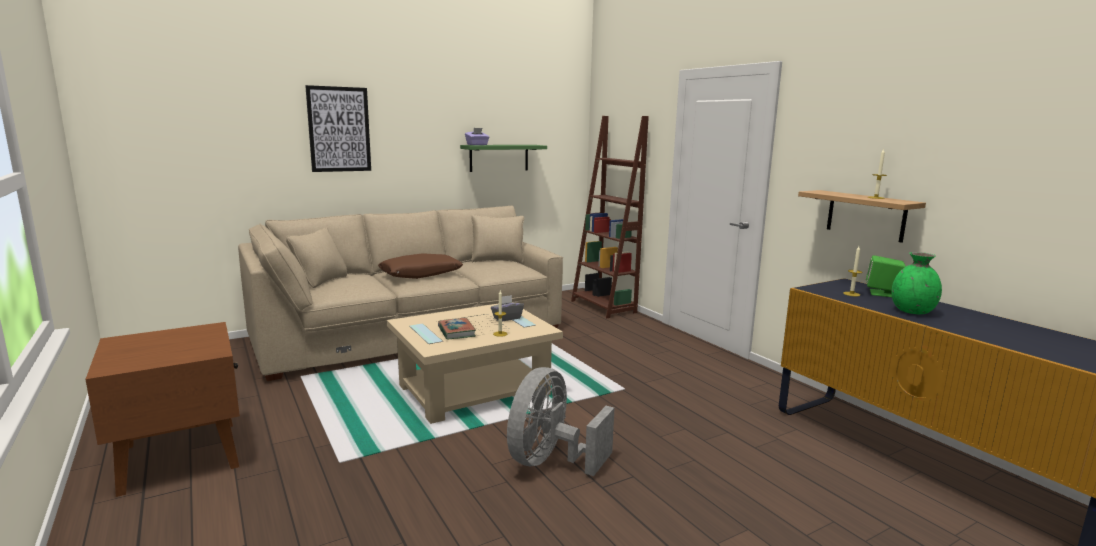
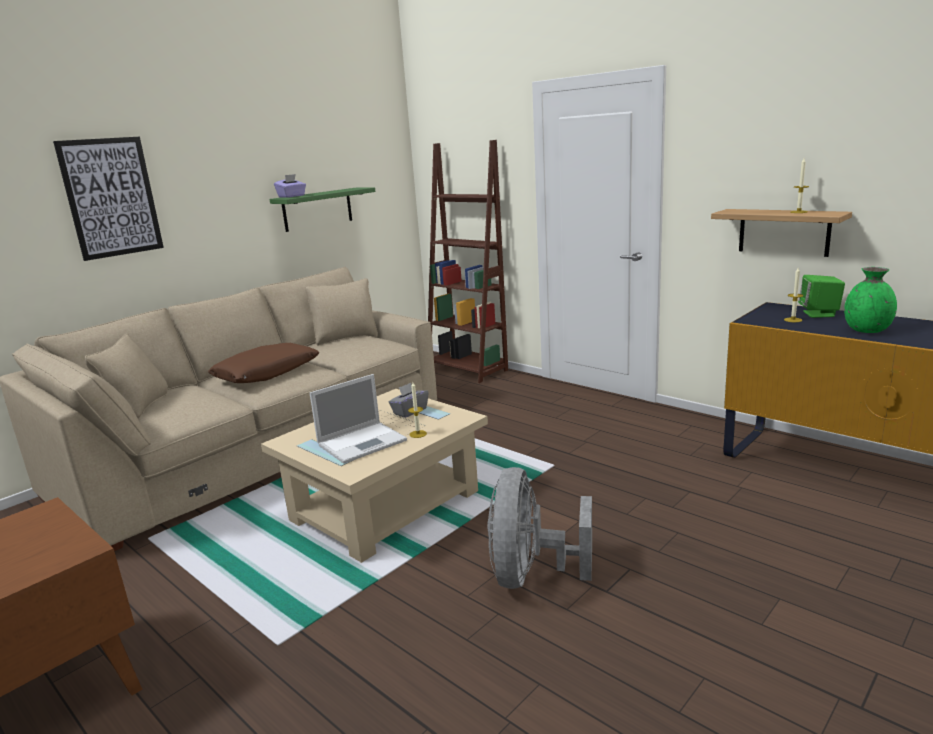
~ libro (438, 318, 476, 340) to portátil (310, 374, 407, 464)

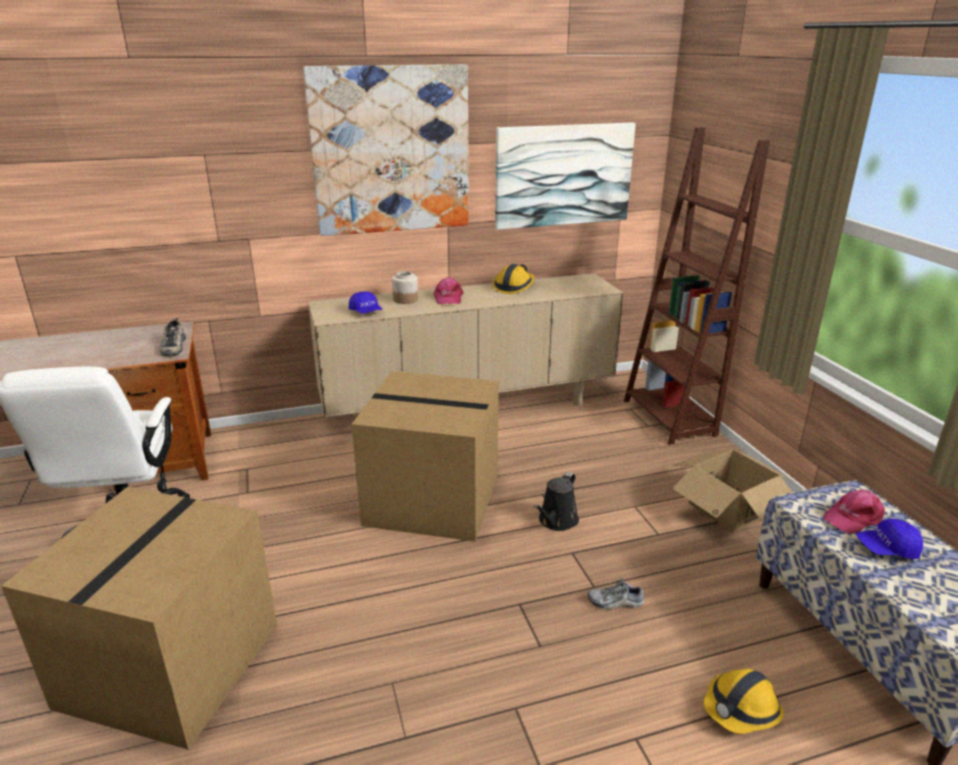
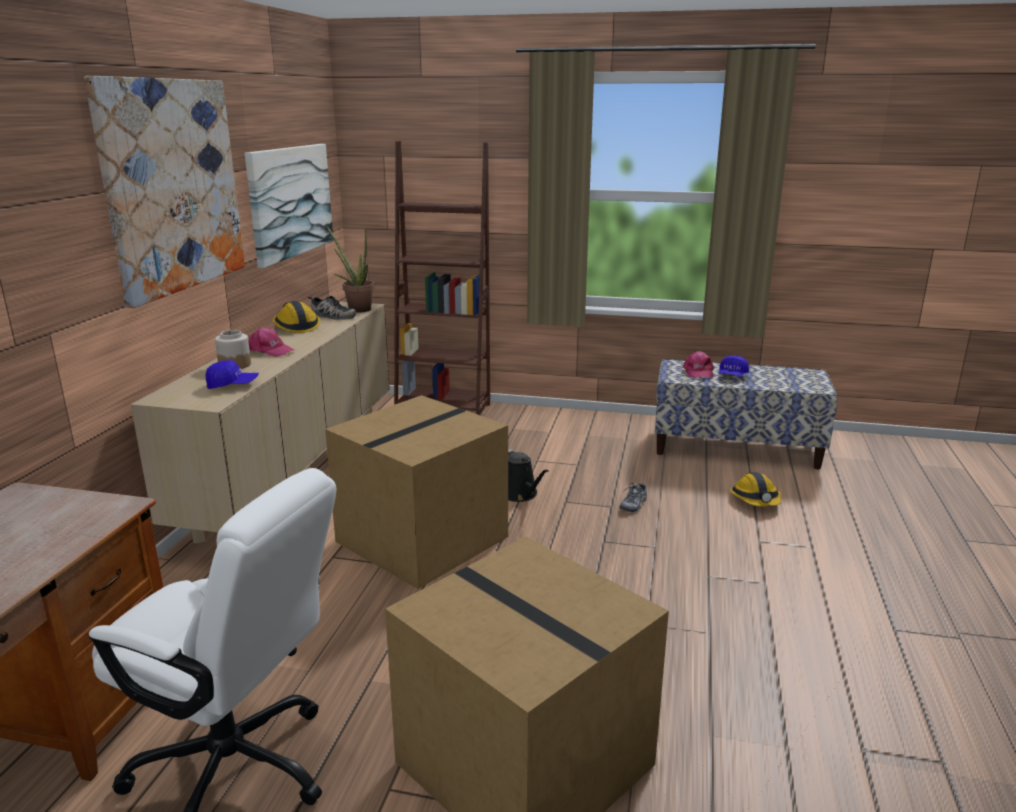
~ zapato (160, 318, 186, 357) to (308, 296, 356, 320)
+ planta en maceta (326, 225, 374, 313)
- caja de cartón (672, 449, 794, 533)

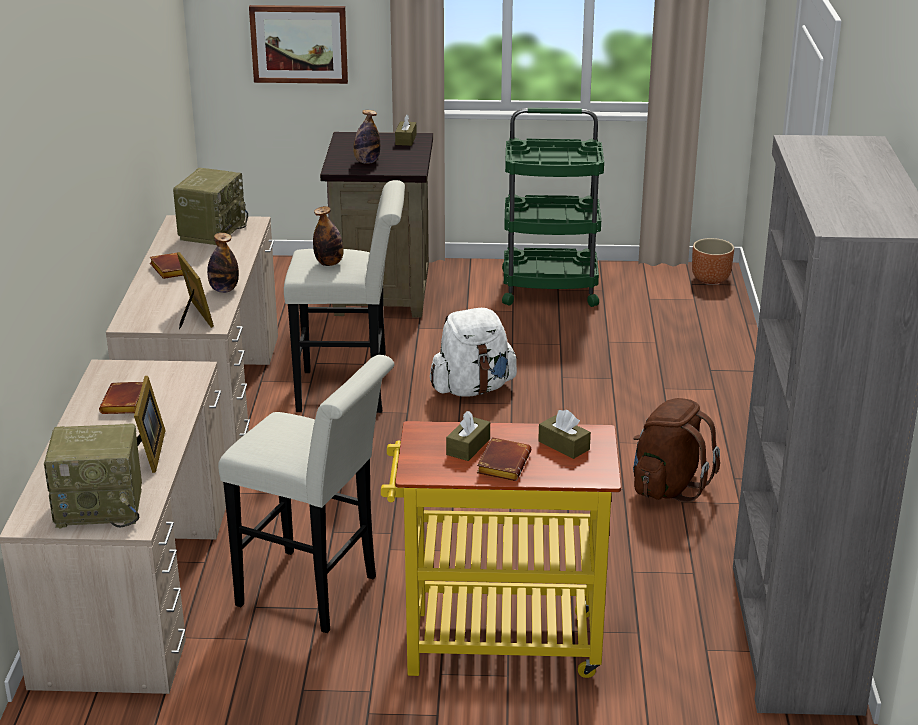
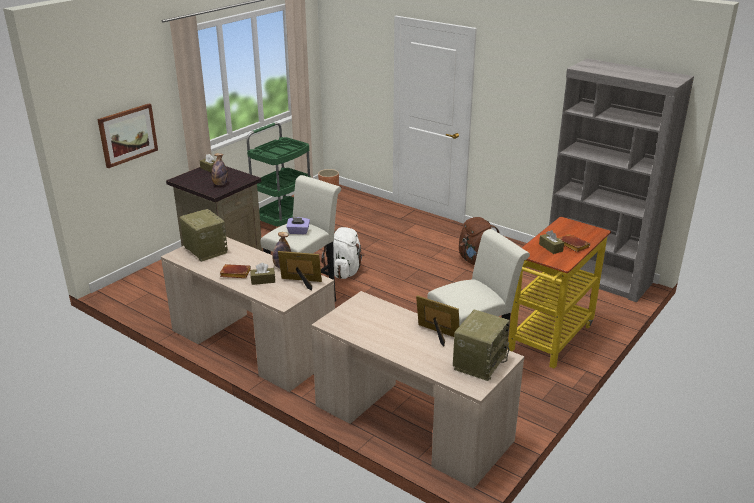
~ caja de pañuelos (marrón) (538, 410, 591, 459) to (250, 263, 275, 285)
~ botella (313, 206, 344, 266) to caja de pañuelos (morado) (286, 217, 310, 234)
- libro (marrón) (99, 382, 143, 414)

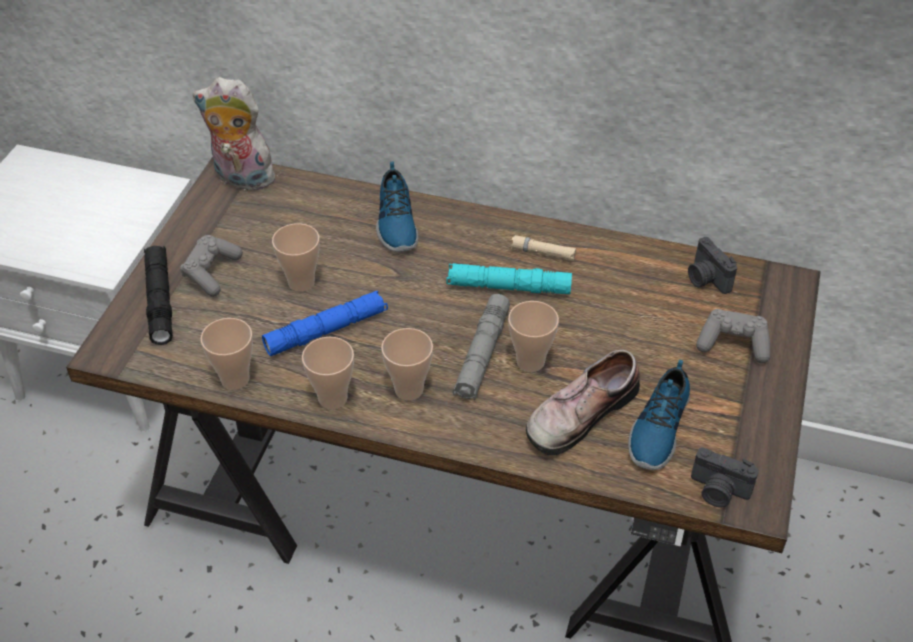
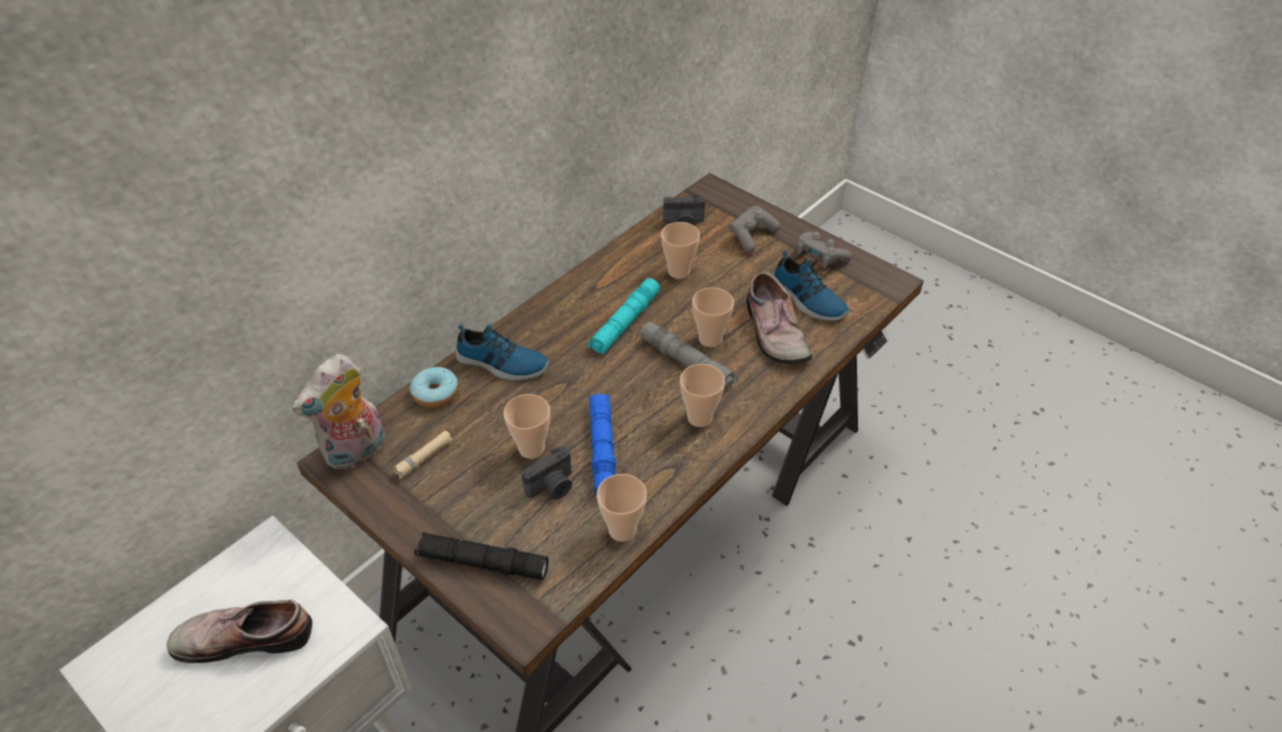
+ zapato (167, 599, 312, 663)
~ linterna (beis) (511, 235, 576, 261) to (393, 430, 453, 479)
+ rosquilla (410, 367, 459, 408)
~ cámara (691, 447, 759, 507) to (521, 446, 572, 500)
~ taza (302, 337, 354, 409) to (661, 222, 700, 279)
~ mando de consola (gris) (180, 235, 243, 297) to (797, 232, 852, 268)

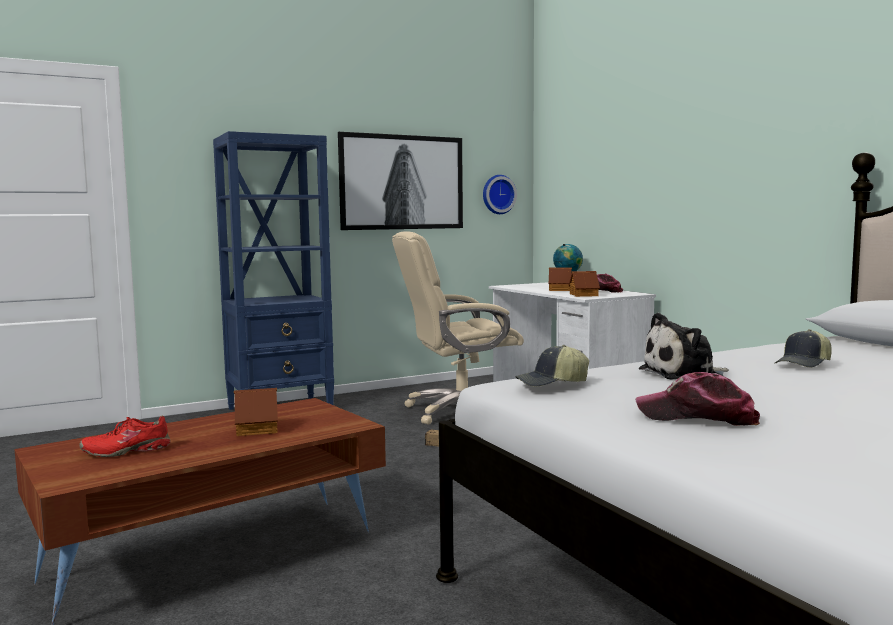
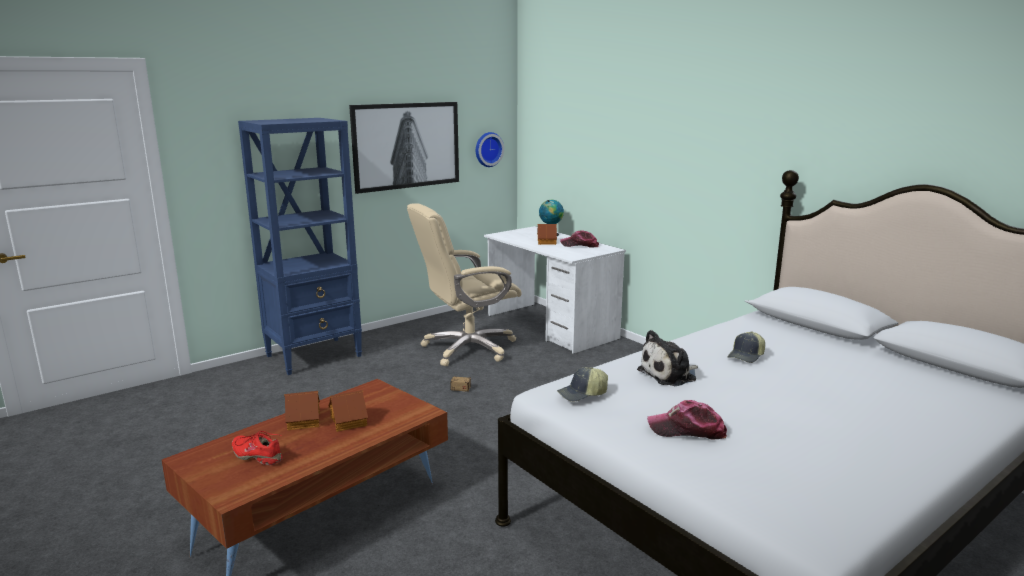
~ zapato (rojo) (79, 415, 170, 457) = (232, 431, 283, 465) 60 degrees clockwise
~ casita (568, 271, 600, 297) to (284, 391, 320, 430)

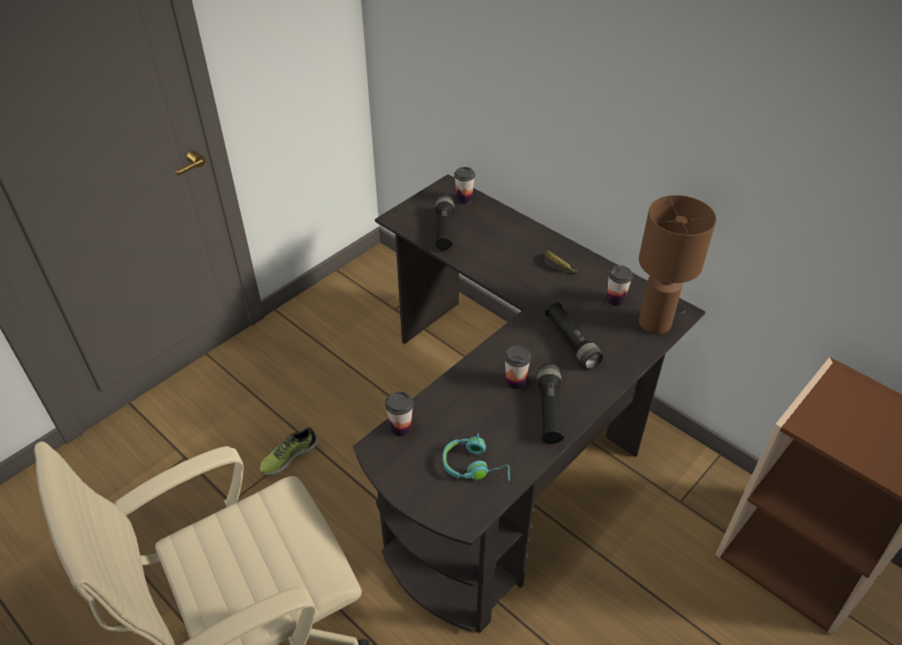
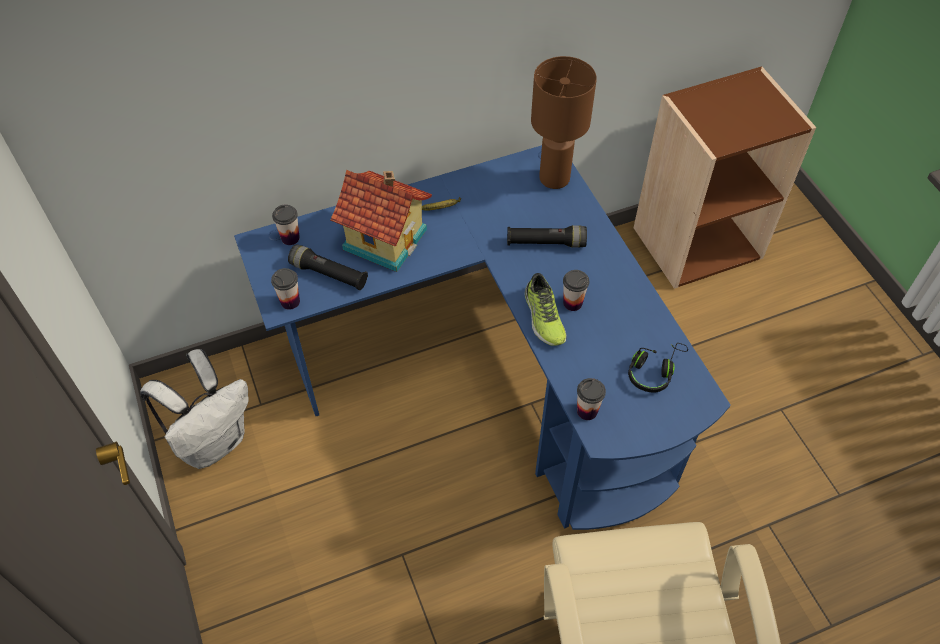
+ mochila (blanco) (140, 349, 249, 469)
~ escritorio (negro) (353, 174, 705, 634) to escritorio (azul) (234, 145, 730, 530)
~ taza (607, 265, 633, 306) to (271, 268, 300, 310)
+ casita (330, 170, 432, 272)
~ zapato (260, 427, 318, 475) to (525, 273, 567, 346)
~ auriculares (turquesa) (443, 433, 510, 481) to auriculares (negro) (628, 343, 688, 393)
- linterna (negro) (537, 363, 564, 444)

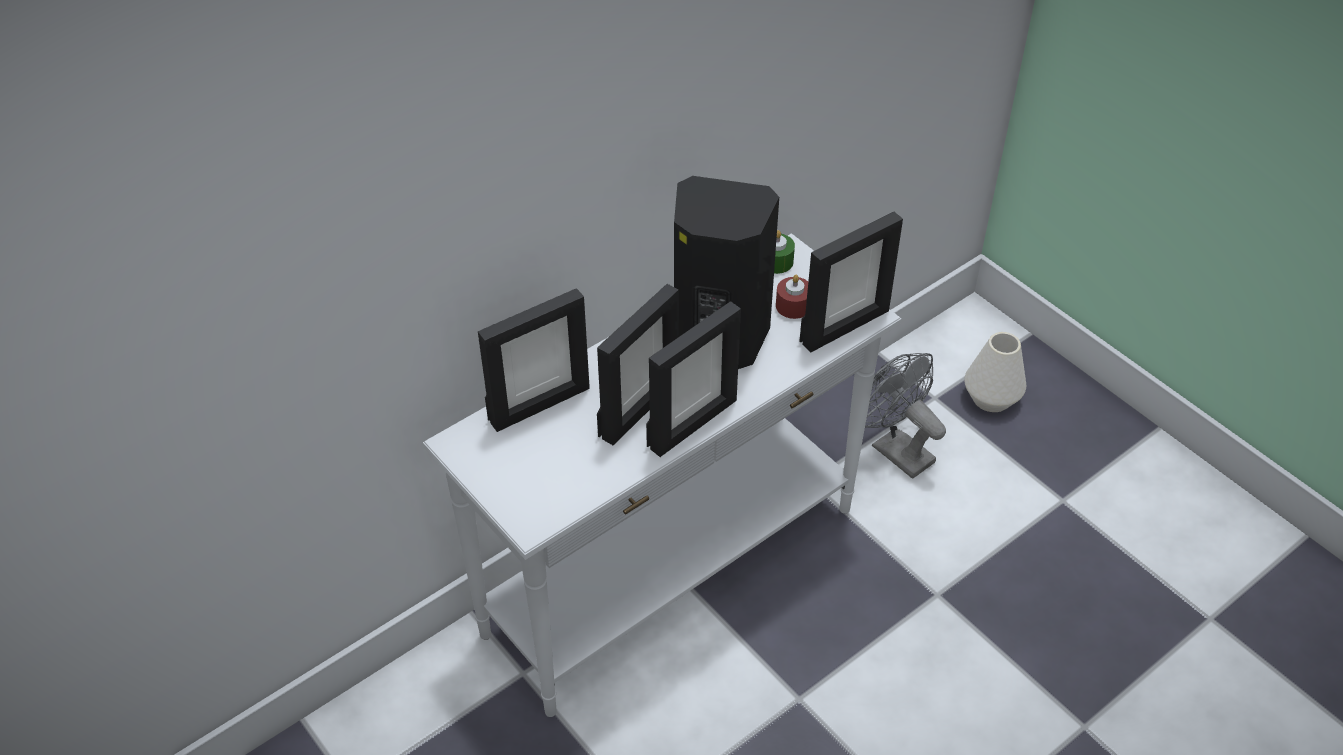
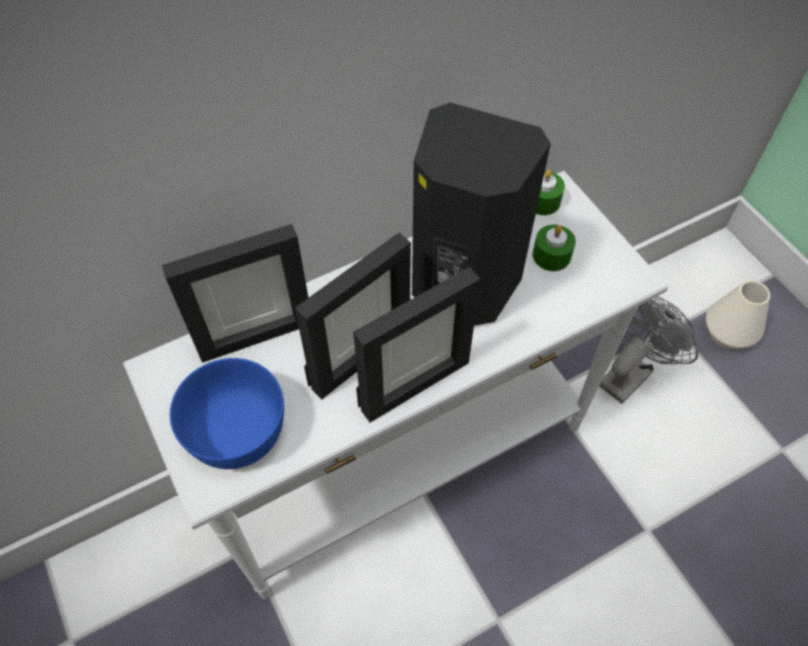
+ cuenco (azul) (170, 358, 284, 469)
~ vela (rojo) (776, 274, 808, 319) to vela (verde) (533, 225, 576, 271)
~ ventilador (gris) (865, 353, 946, 479) = (599, 296, 698, 404) 75 degrees clockwise
- portarretratos (799, 212, 903, 352)

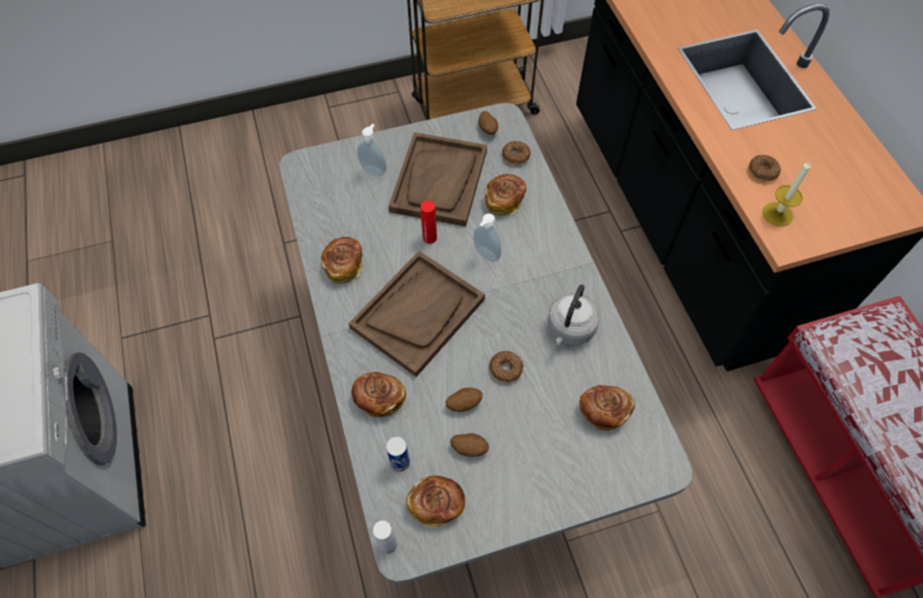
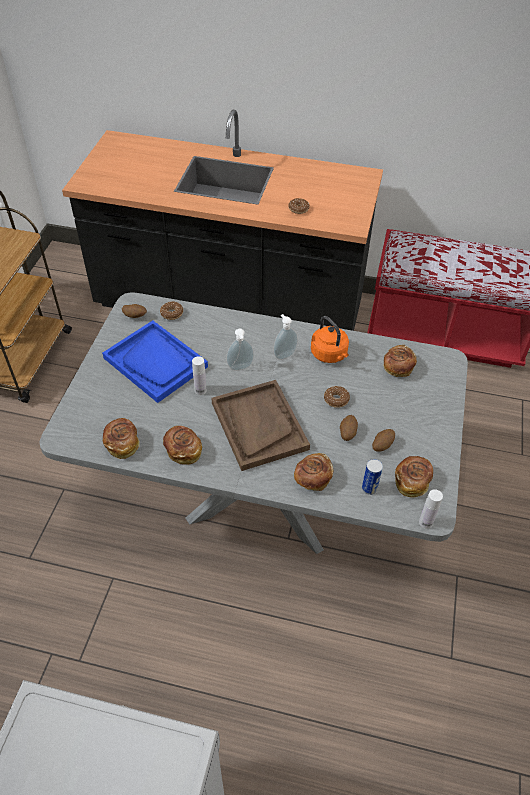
~ bandeja (marrón) (388, 132, 487, 227) to bandeja (azul) (102, 320, 208, 403)
~ pan (485, 174, 526, 216) to (103, 418, 140, 459)
~ botella (rojo) (421, 201, 437, 244) to botella (blanco) (192, 356, 207, 395)
~ dispensador de jabón (357, 124, 387, 176) to (273, 314, 298, 360)
~ hervidor (gris) (547, 284, 600, 345) to hervidor (naranja) (311, 316, 349, 363)
- vela (762, 160, 811, 226)

